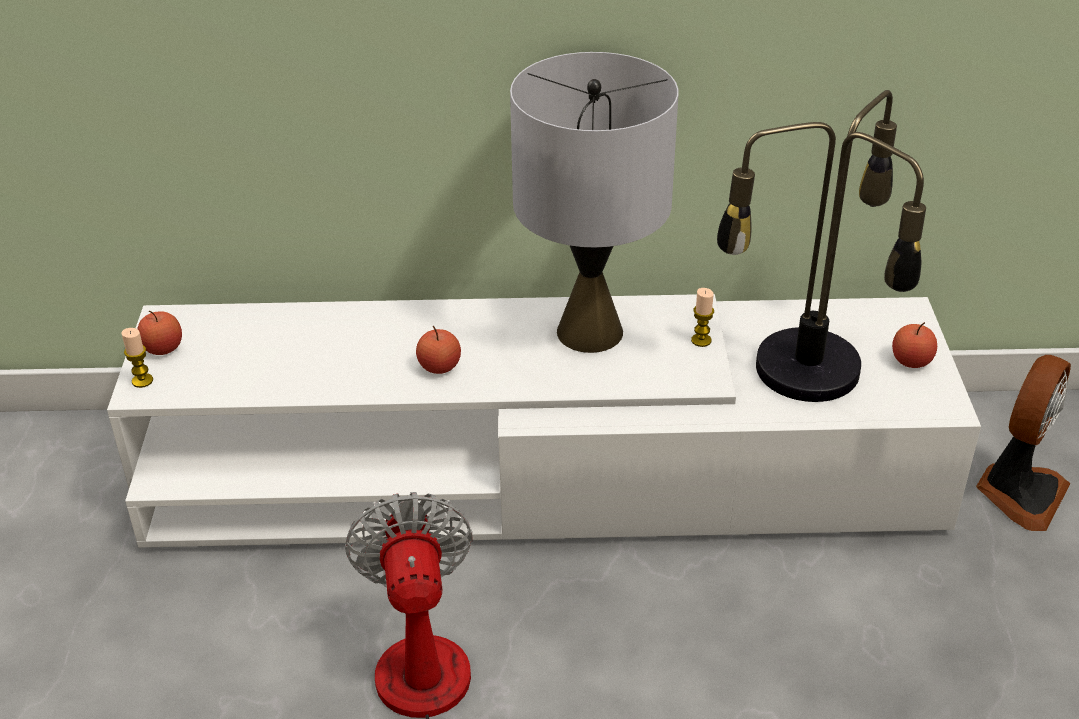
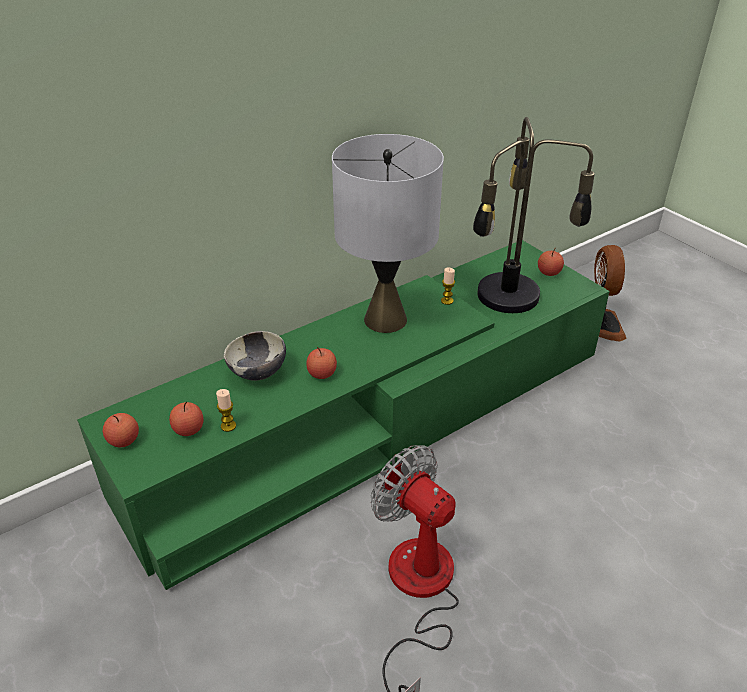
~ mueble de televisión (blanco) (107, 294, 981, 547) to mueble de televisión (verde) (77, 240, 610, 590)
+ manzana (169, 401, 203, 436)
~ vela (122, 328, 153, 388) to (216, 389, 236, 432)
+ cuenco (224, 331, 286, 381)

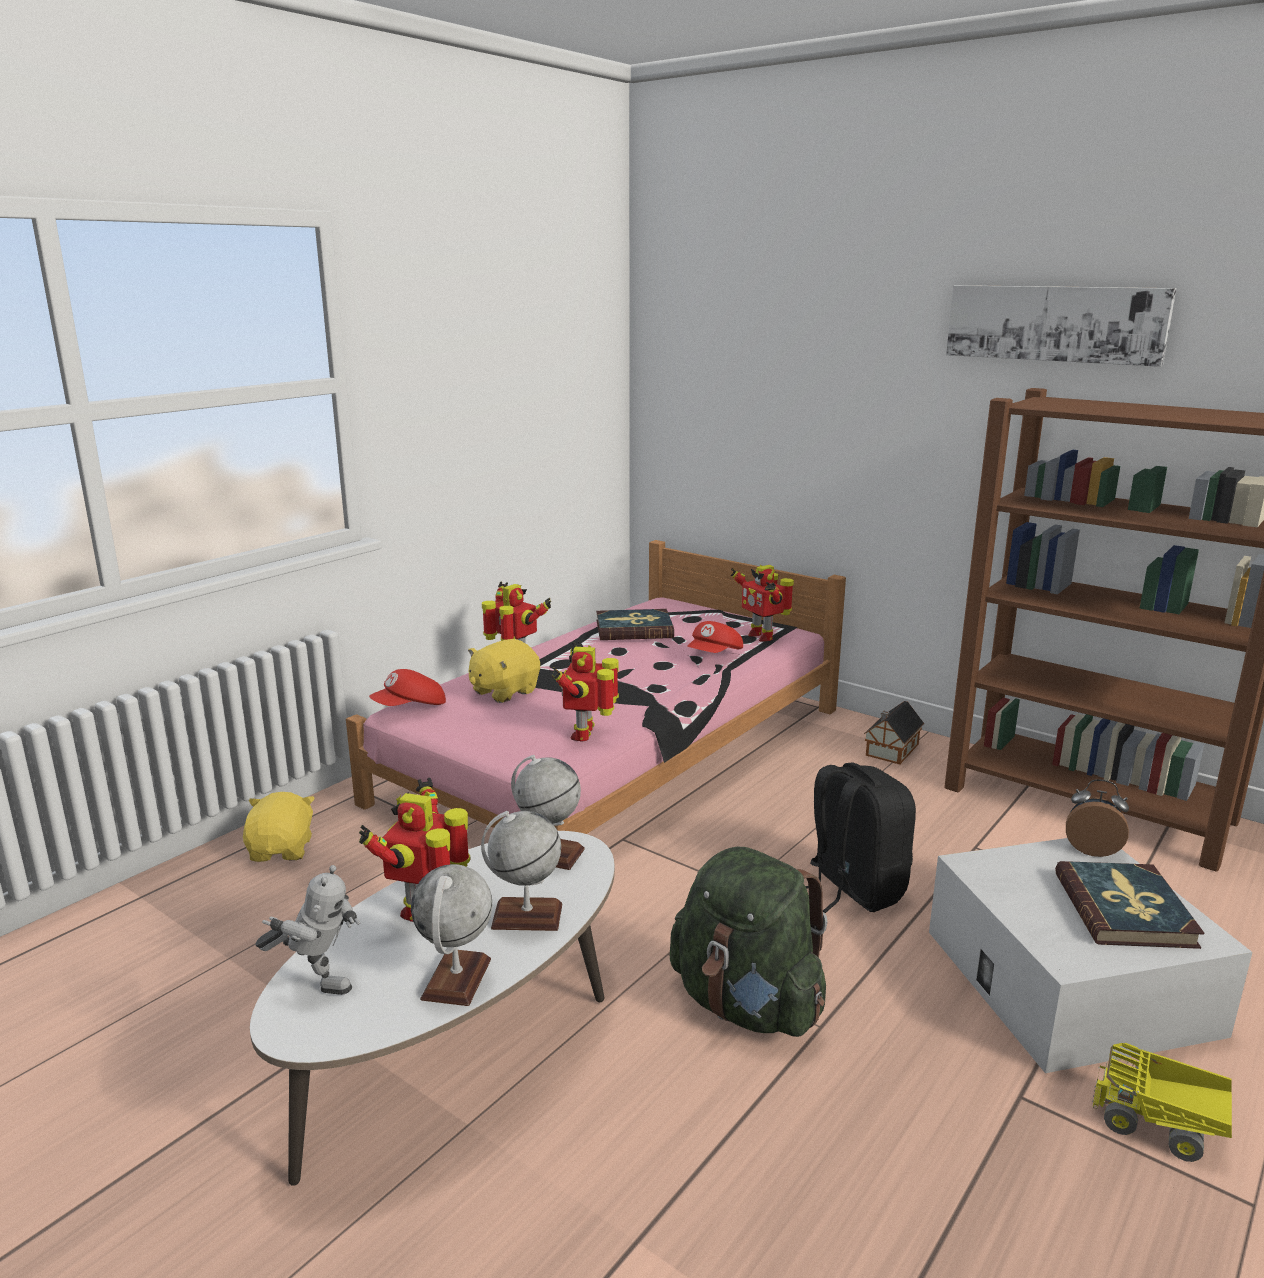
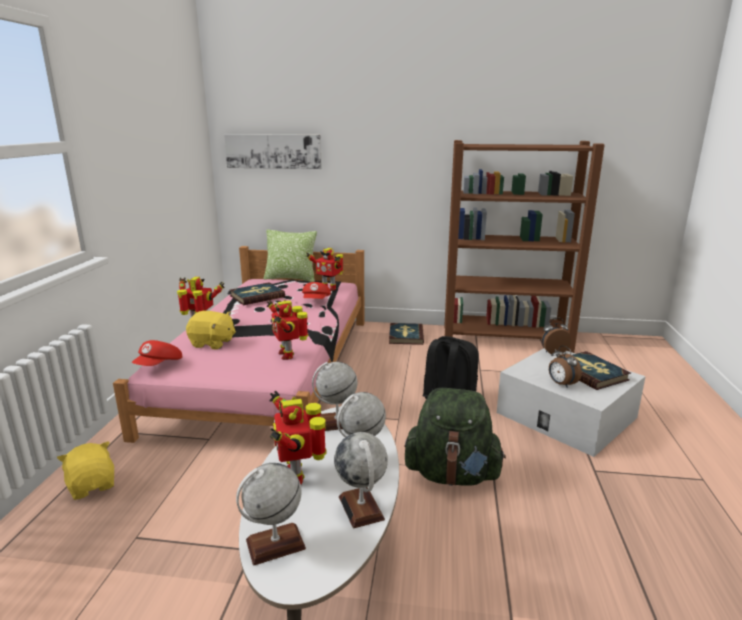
~ peluche (amarillo) (468, 639, 540, 703) = (186, 311, 236, 350) 90 degrees counterclockwise
~ cuadro (946, 285, 1176, 367) to (224, 134, 322, 169)
~ robot de juguete (255, 865, 360, 995) to globo terráqueo (236, 463, 306, 566)
+ cojín (264, 229, 317, 282)
~ casita (864, 701, 924, 764) to libro (389, 323, 424, 345)
+ despertador (549, 345, 582, 388)
- camión de juguete (1092, 1043, 1232, 1162)

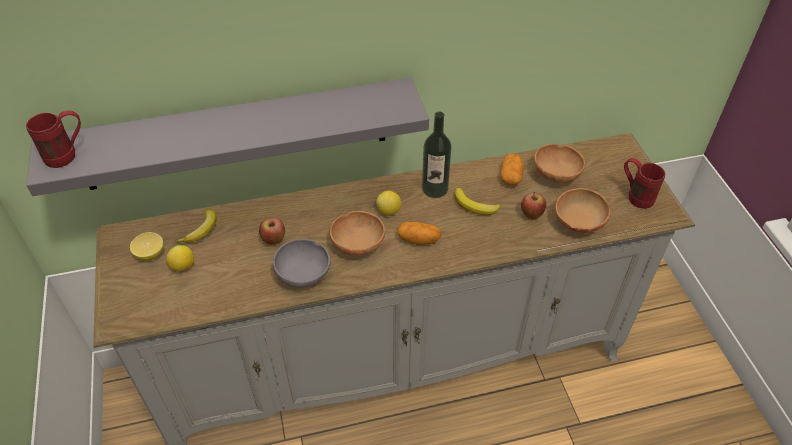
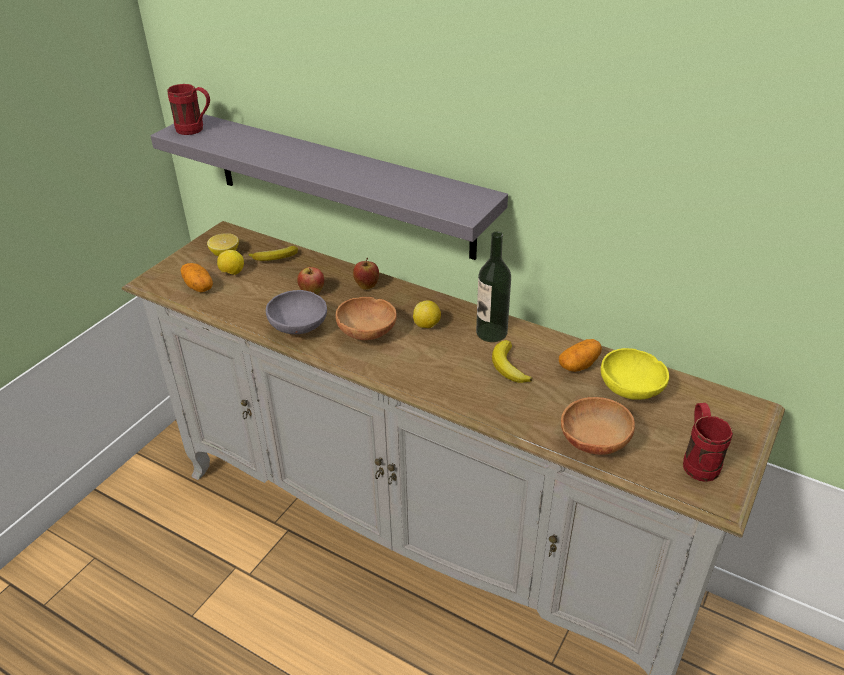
~ patata (398, 222, 441, 245) to (181, 263, 213, 292)
~ manzana (521, 192, 546, 220) to (353, 258, 379, 290)
~ cuenco (marrón) (534, 144, 585, 183) to cuenco (amarillo) (601, 348, 669, 400)

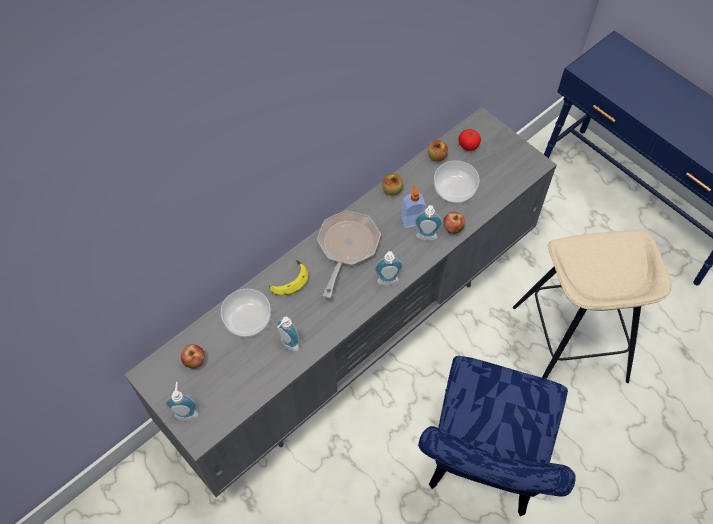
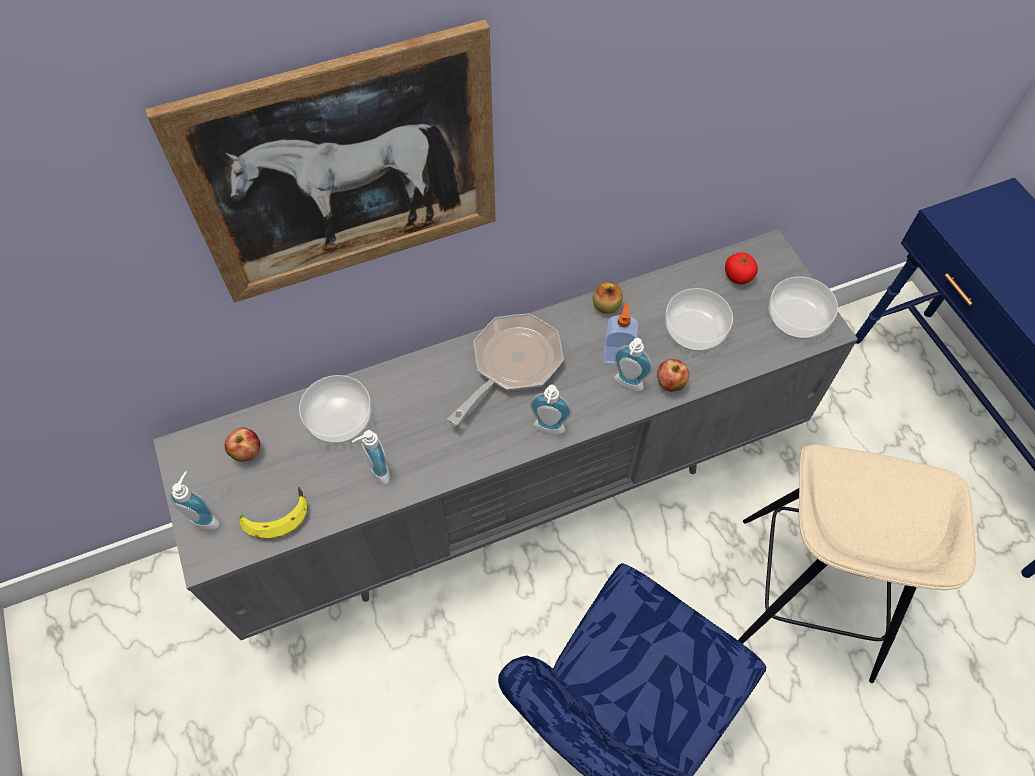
+ cuadro (145, 20, 496, 303)
~ plátano (269, 260, 309, 295) to (240, 486, 308, 539)
+ cuenco (768, 277, 838, 339)
- manzana (428, 140, 448, 162)

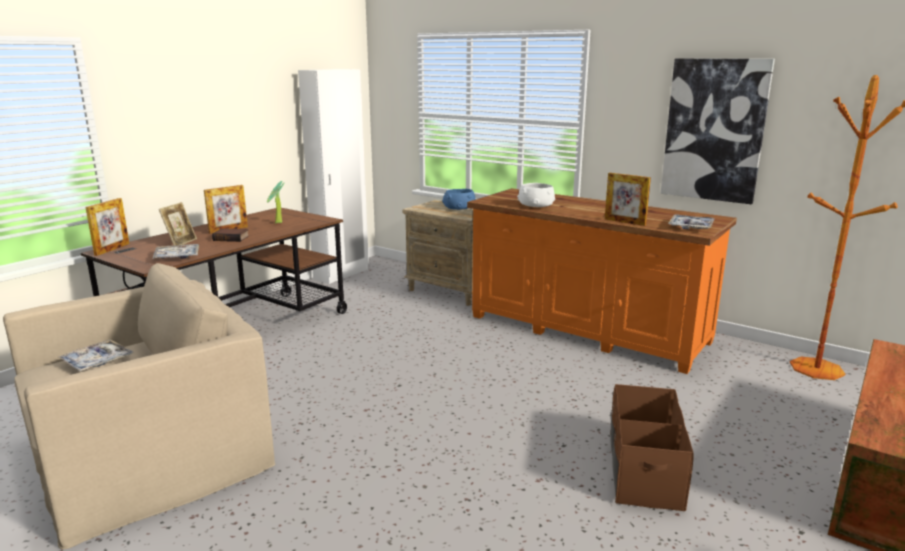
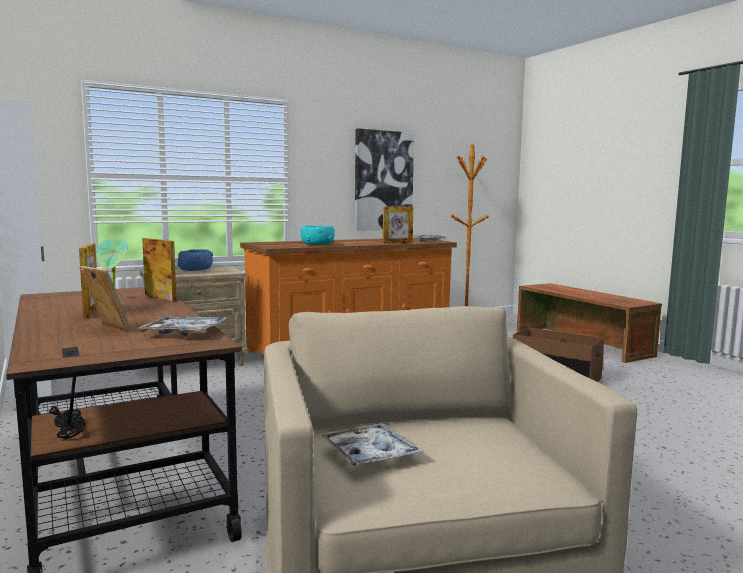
~ portarretratos (85, 198, 129, 256) to (142, 238, 177, 301)
~ cuenco (blanco) (517, 183, 555, 207) to cuenco (turquesa) (300, 226, 335, 245)
- libro (212, 228, 249, 242)

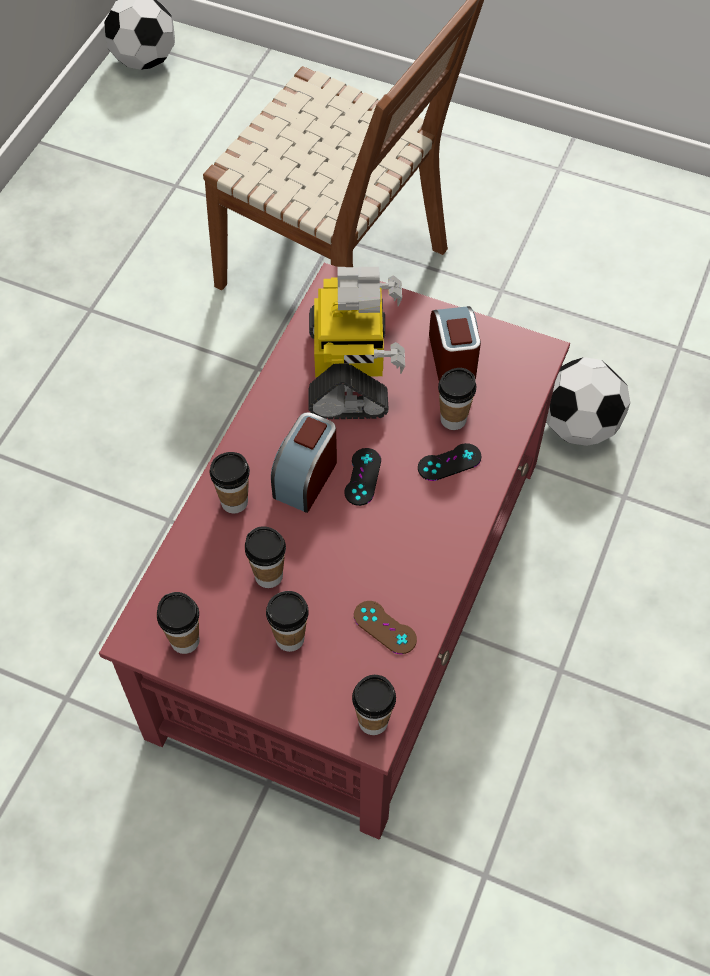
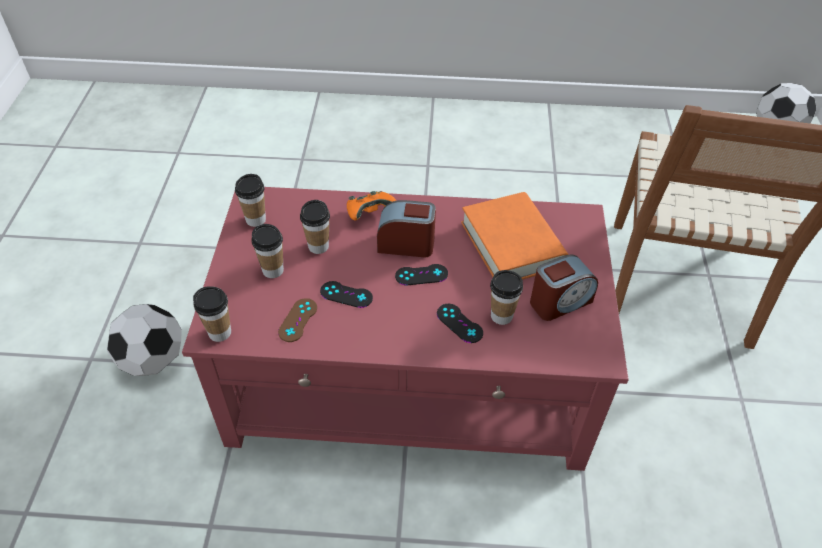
~ balón de fútbol (546, 357, 630, 446) to (107, 304, 182, 376)
+ mando de consola (negro) (320, 281, 373, 308)
~ taza (210, 452, 250, 514) to mando de consola (naranja) (347, 191, 396, 221)
~ robot de juguete (308, 267, 405, 419) to libro (naranja) (461, 192, 568, 280)

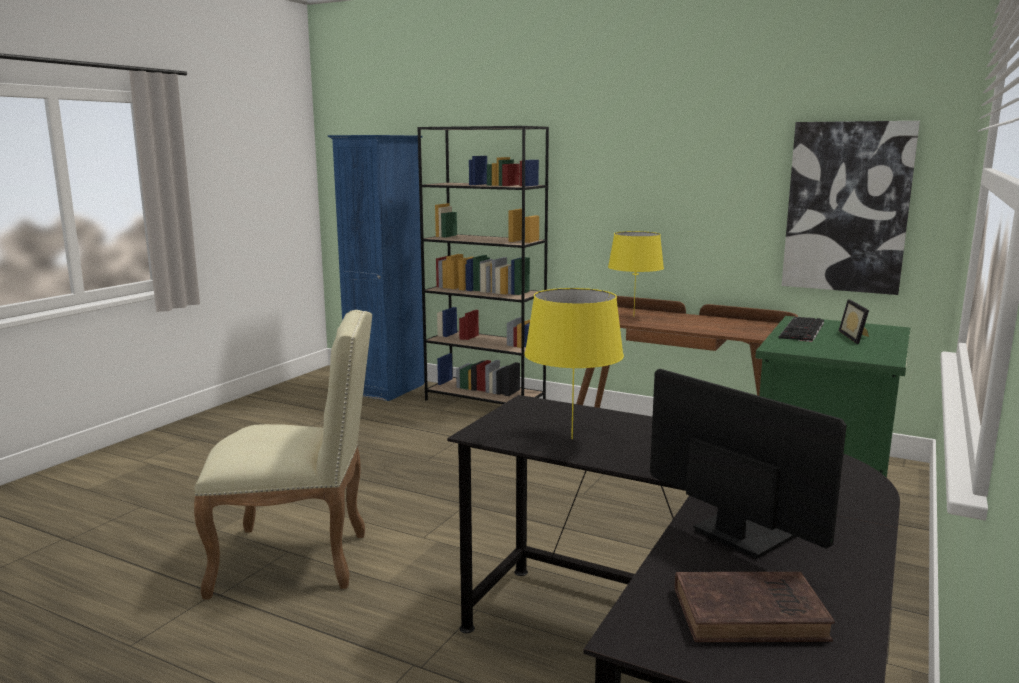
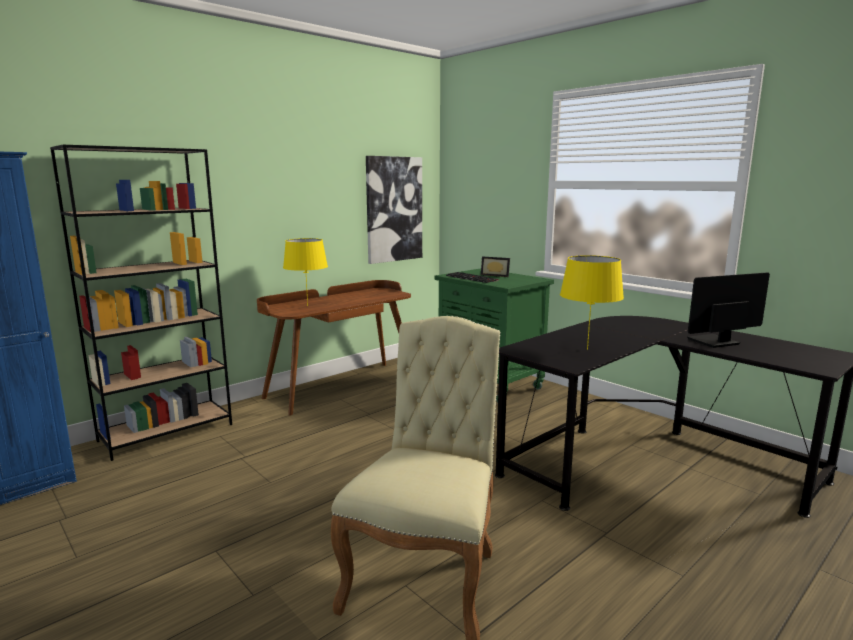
- libro (marrón) (675, 572, 835, 642)

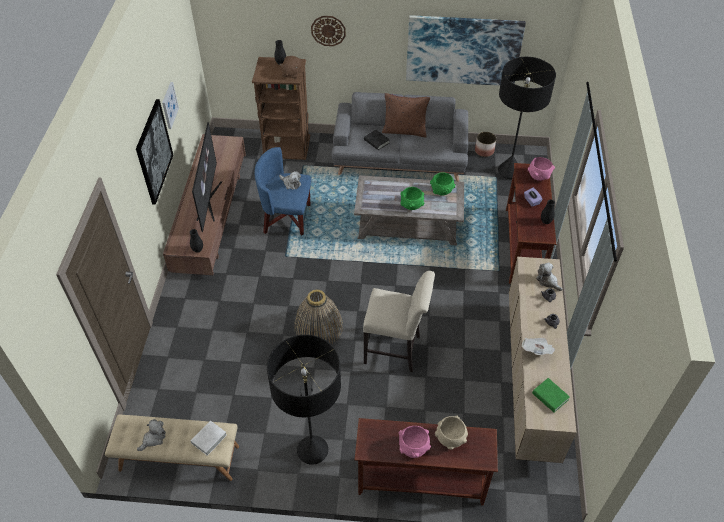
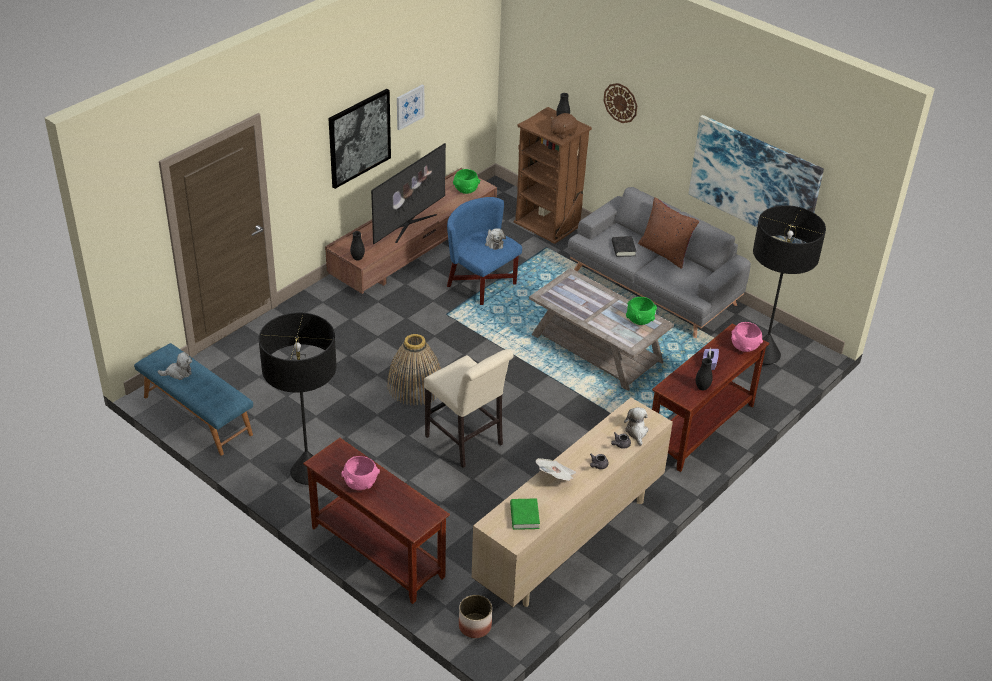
~ banco (beis) (105, 414, 239, 481) to banco (azul) (134, 343, 253, 456)
~ cuenco (verde) (400, 187, 424, 210) to (453, 169, 480, 194)
~ maceta (475, 132, 496, 157) to (459, 595, 492, 638)
- libro (blanco) (191, 421, 227, 456)
- cuenco (beis) (435, 416, 468, 449)

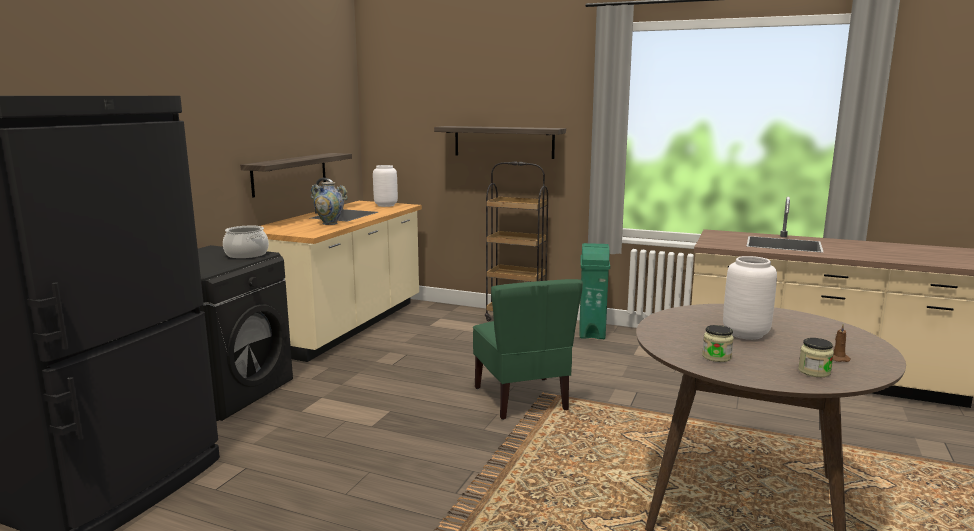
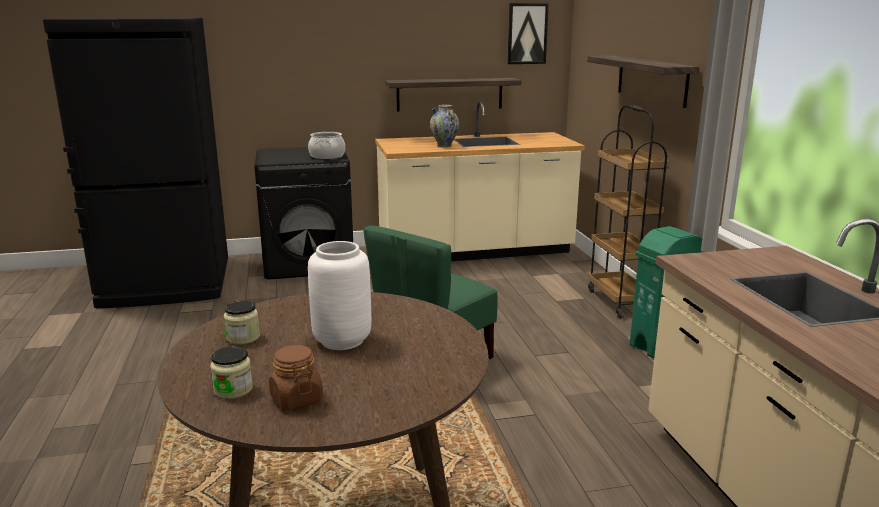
~ vela (marrón) (833, 324, 851, 362) to tarro (marrón) (269, 345, 323, 411)
+ cuadro (507, 3, 549, 64)
- florero (blanco) (373, 165, 398, 207)

